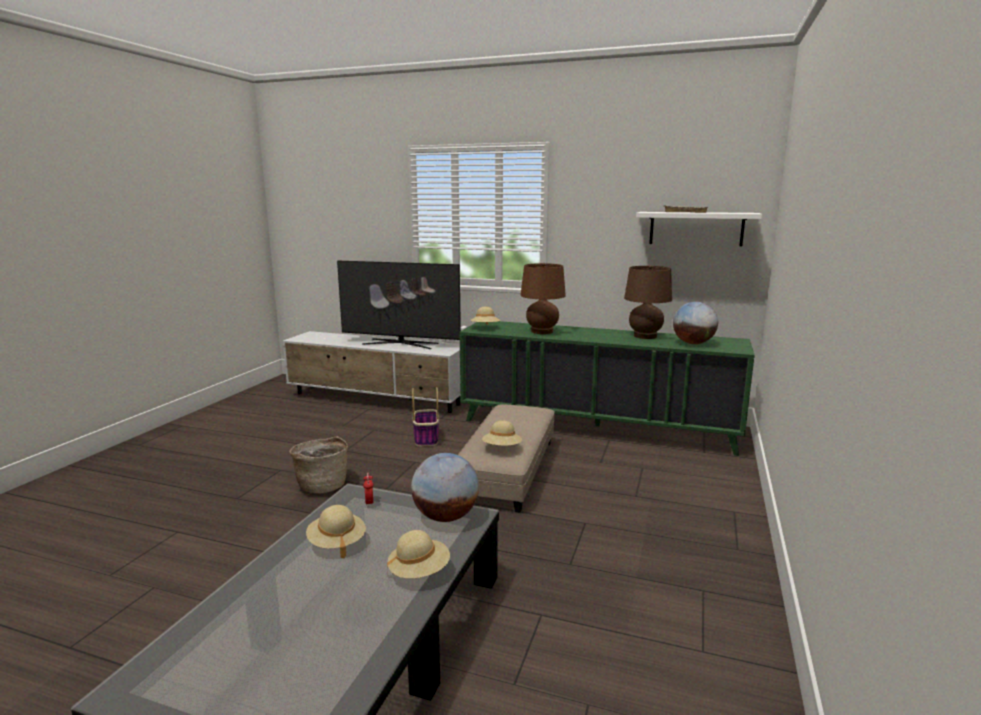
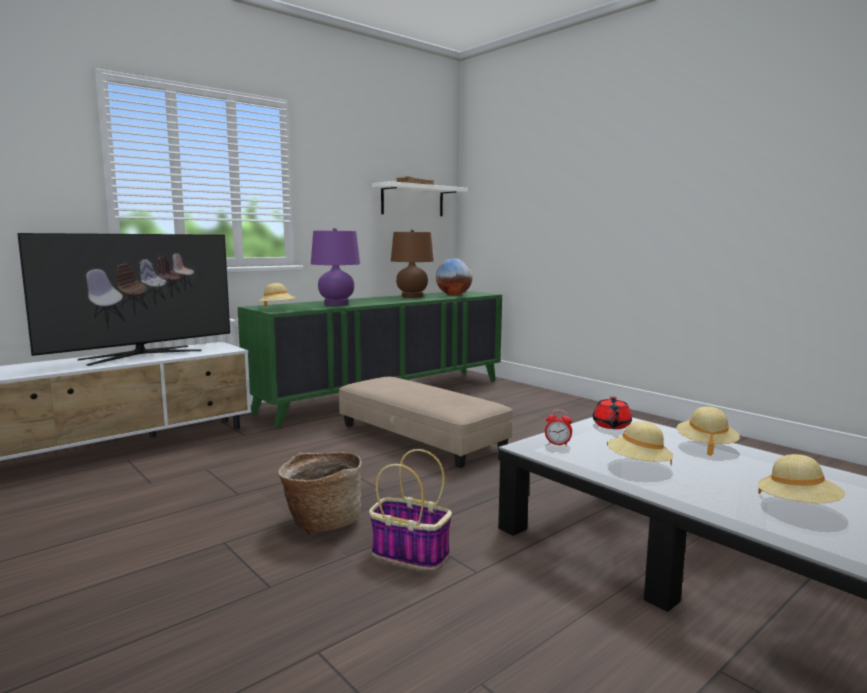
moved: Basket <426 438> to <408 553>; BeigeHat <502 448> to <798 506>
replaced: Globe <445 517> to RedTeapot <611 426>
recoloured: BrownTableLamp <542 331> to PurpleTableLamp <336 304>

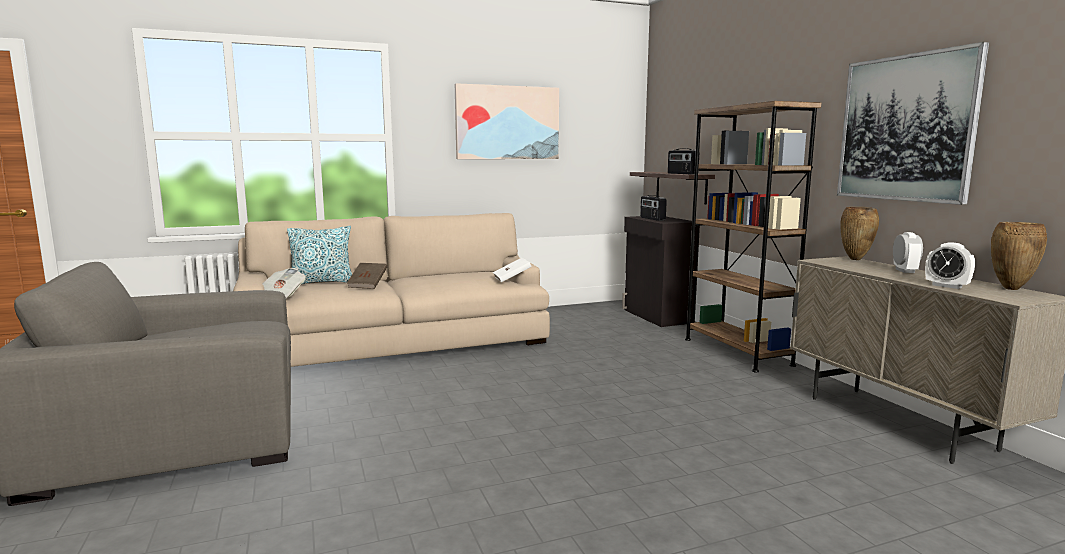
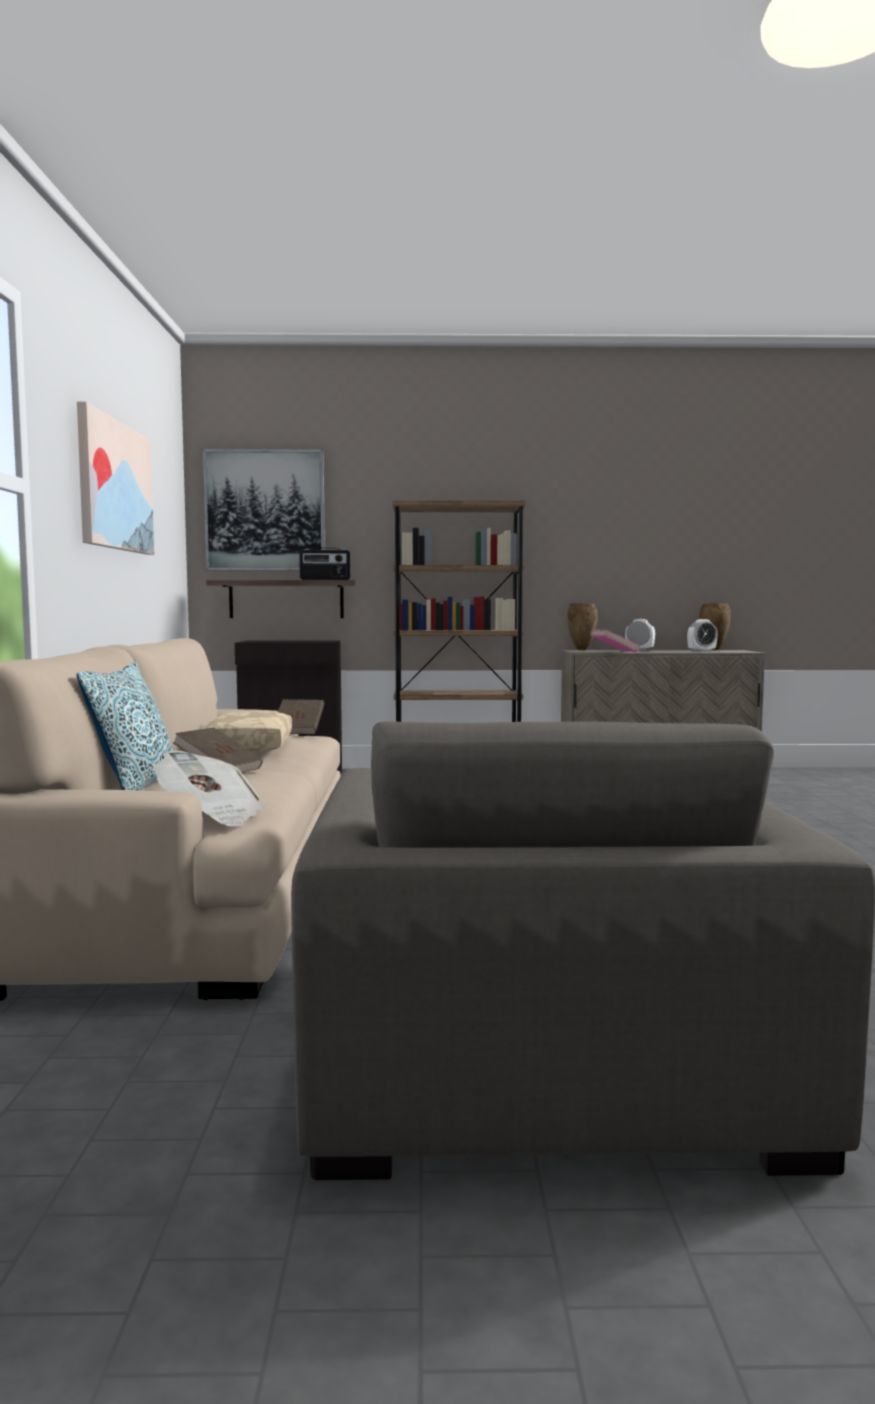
removed: Radio <652 219>
added: PinkBook <614 651>; BeigePillow <247 746>
moved: Picture <905 128> to <264 510>
recoloured: WhiteBook <512 279> to BrownBook <299 731>

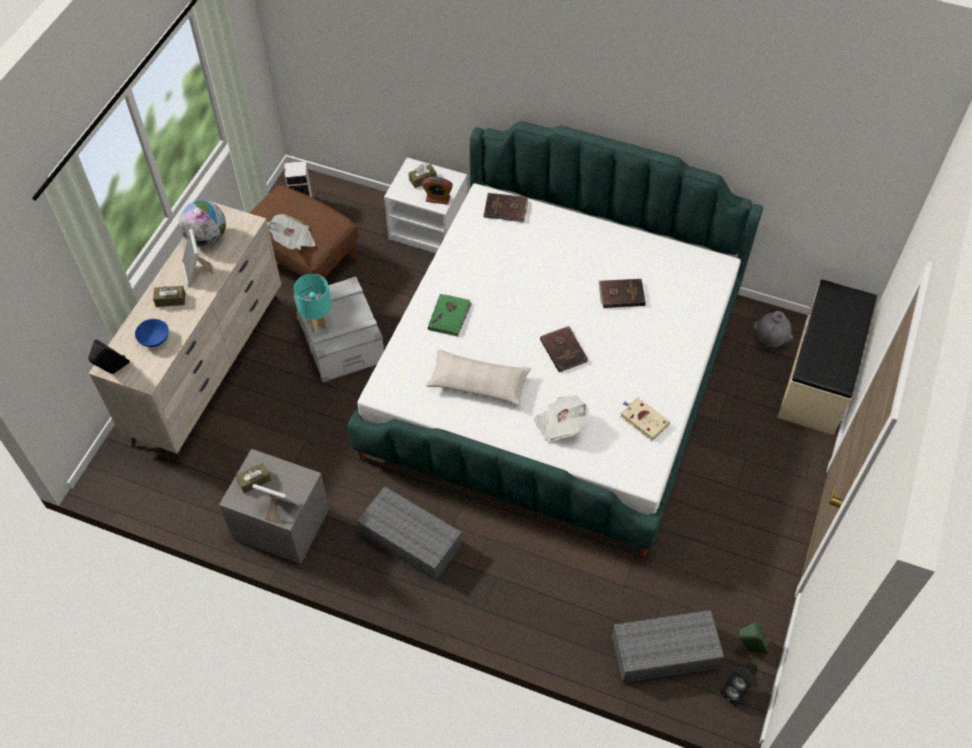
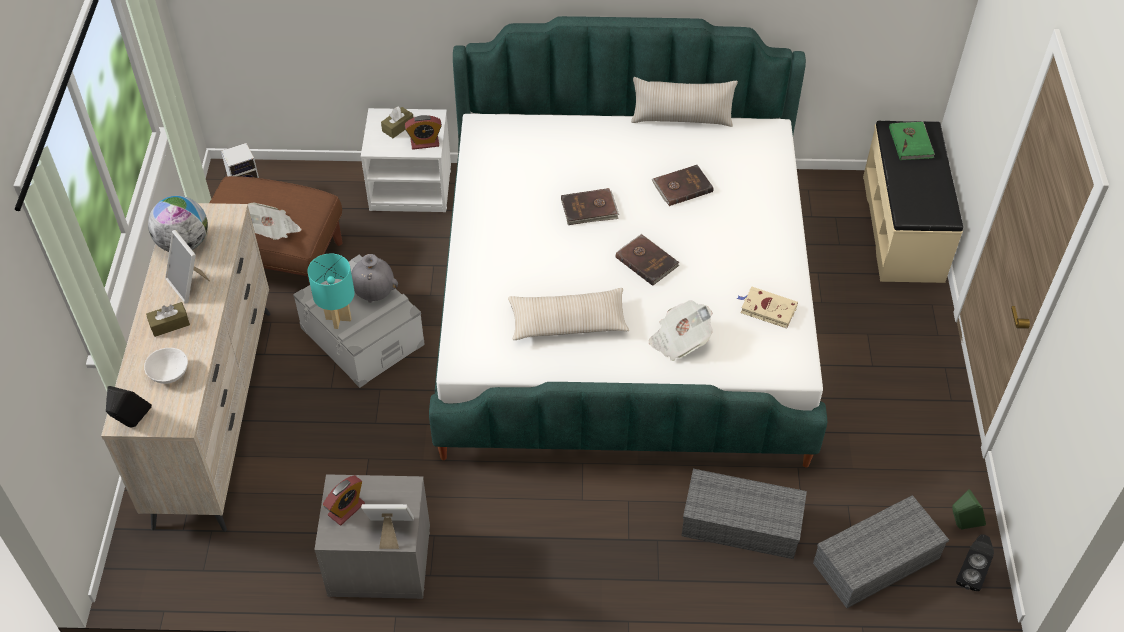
added: BeigePillow <682 119>
moved: BrownBook <505 209> to <589 209>; GreenBook <449 316> to <911 142>; GreyVase <770 340> to <375 294>; GreyStorageBox <408 540> to <739 524>
replaced: BrownTissueBox <254 481> to AlarmClock <346 509>
recoloured: BlueBowl <154 339> to WhiteBowl <169 374>

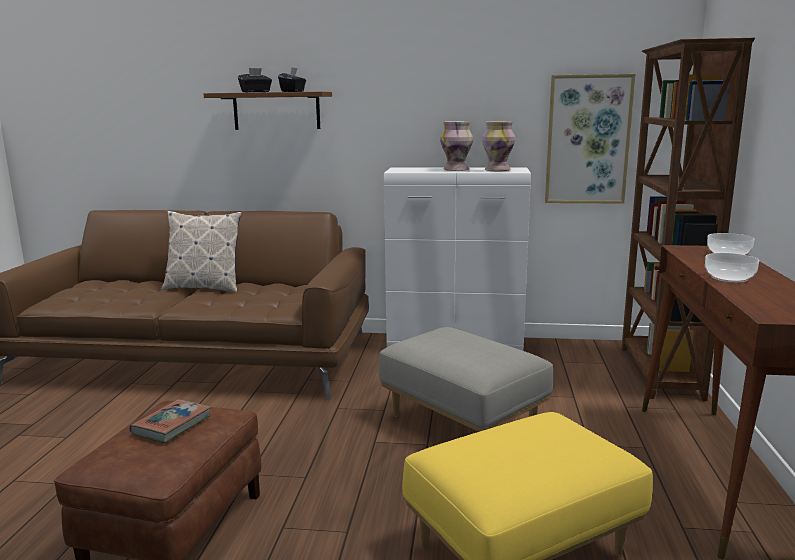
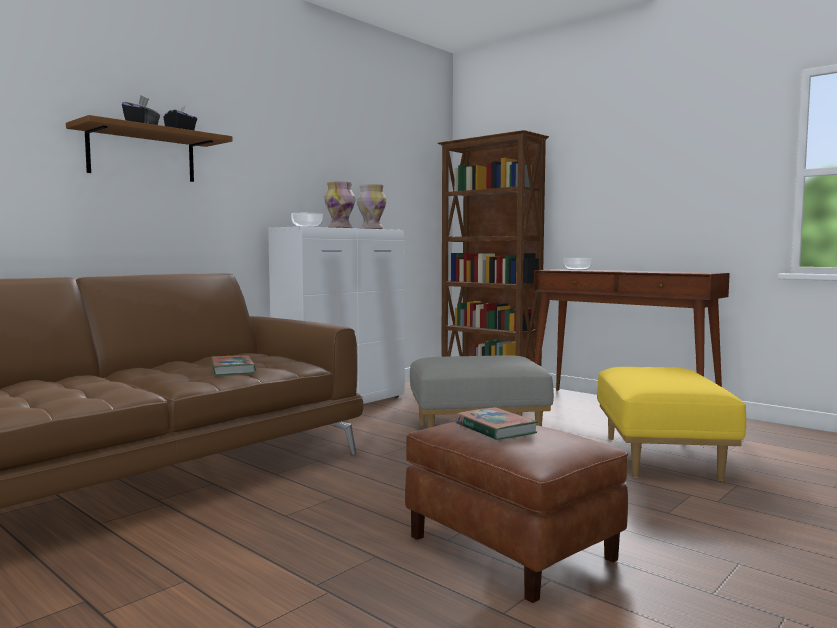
removed: Picture <588 140>; Pillow <204 287>
added: Book <233 369>
moved: Bowl <729 278> to <307 227>

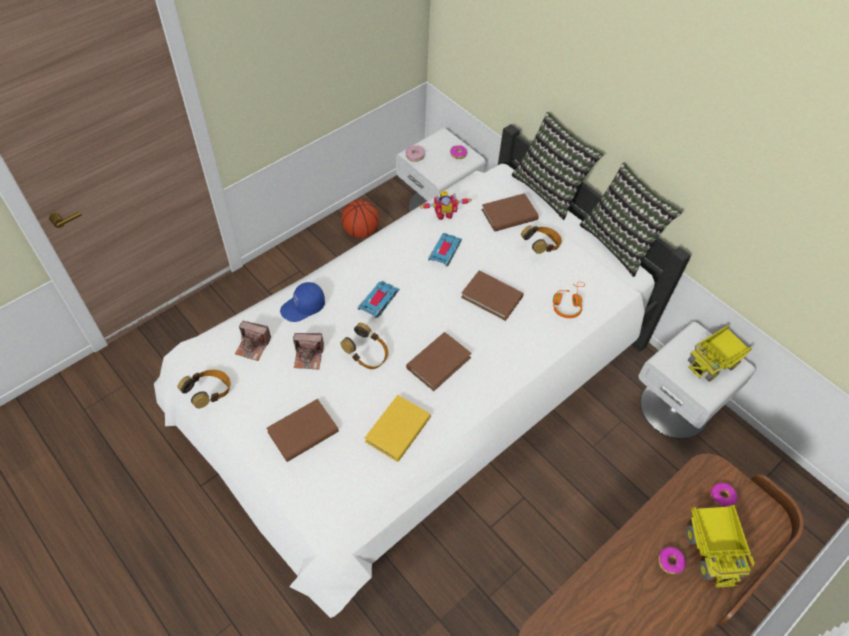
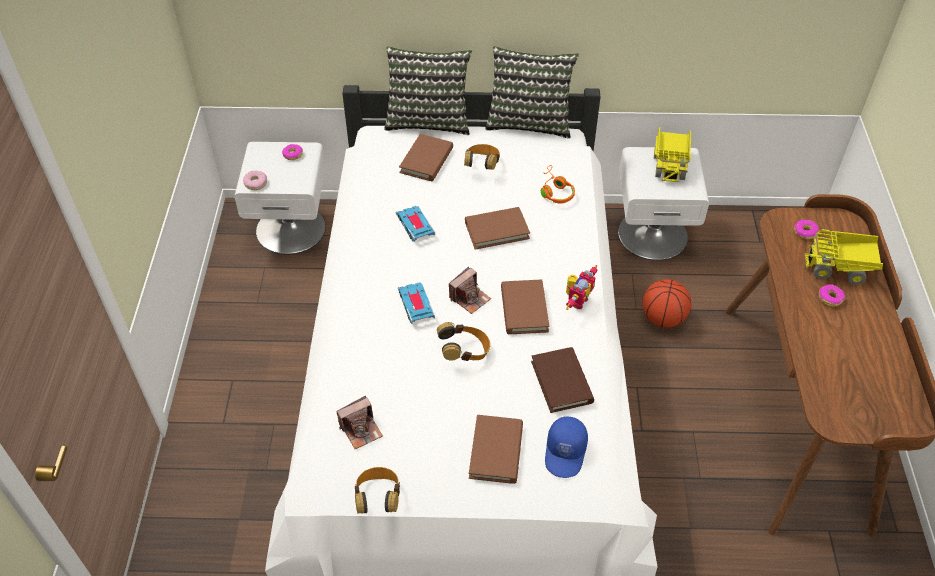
moved: ToyRobot <444 214> to <576 300>; Basketball <360 232> to <663 318>; BlueCap <303 307> to <566 452>; PhotoCamera <308 356> to <469 298>
recoloured: YellowBook <398 430> to BrownBook <561 382>
turned: ToyTruck <712 549> = <840 268> 150 degrees clockwise

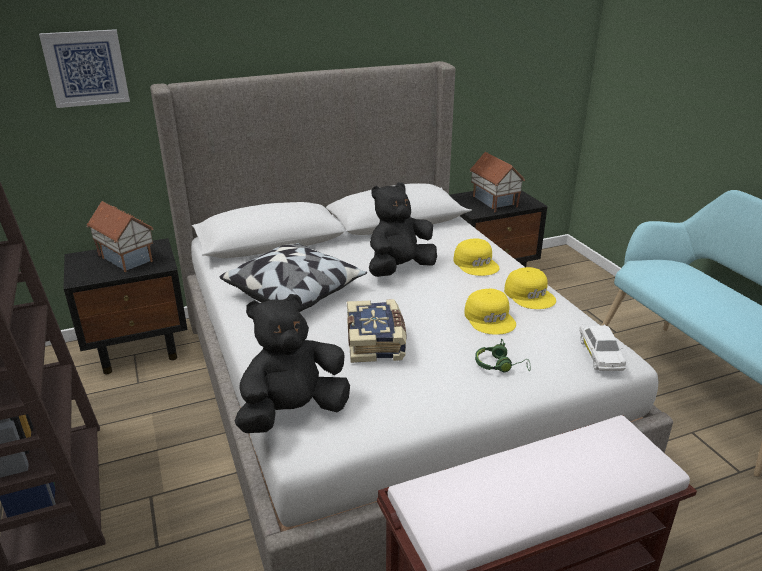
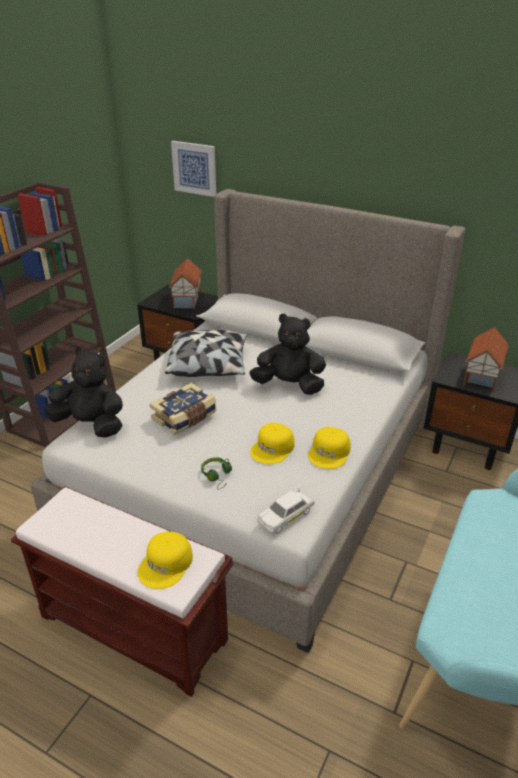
moved: YellowCap <476 264> to <166 564>

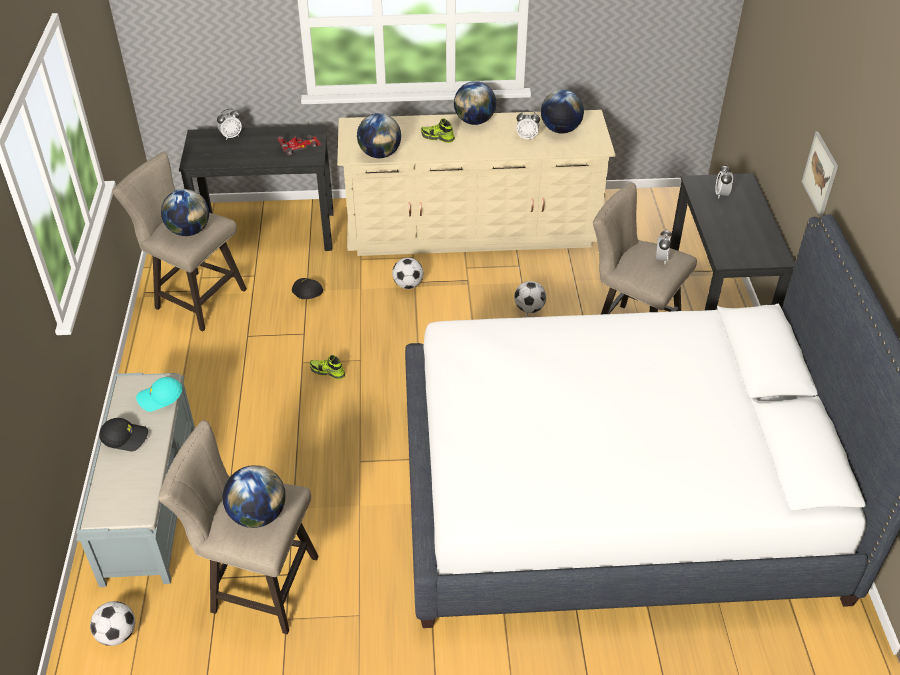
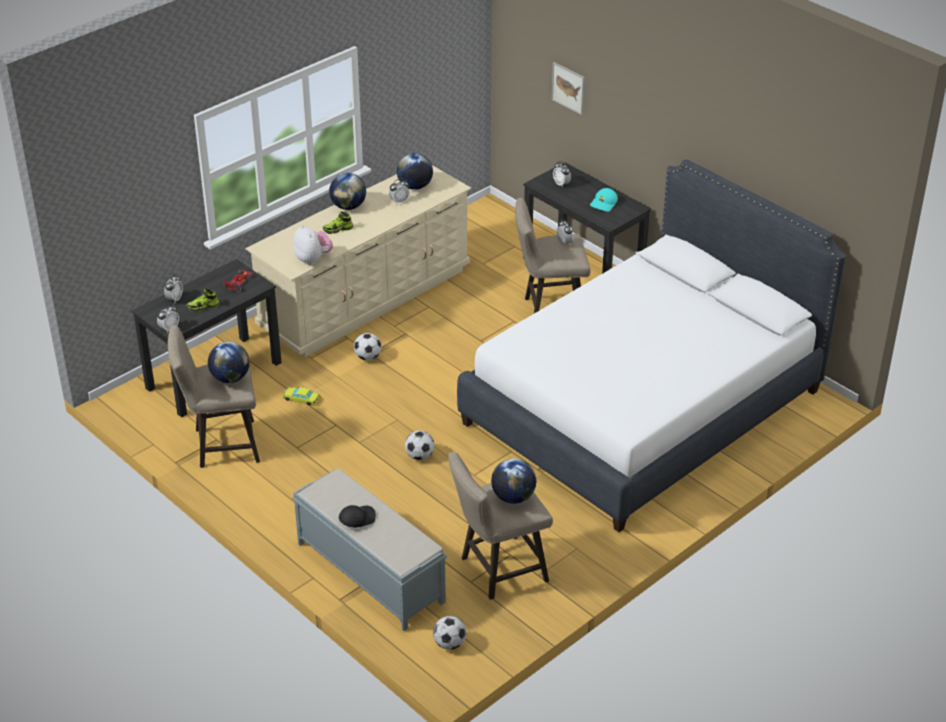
added: AlarmClock <169 329>
moved: Picture <820 174> to <568 88>; Football <529 309> to <420 456>; Shoe <327 372> to <203 307>; TurquoiseCap <160 398> to <604 204>
replaced: Globe <380 154> to PlushToy <313 259>; BlackCap <307 292> to YellowToyCar <301 398>

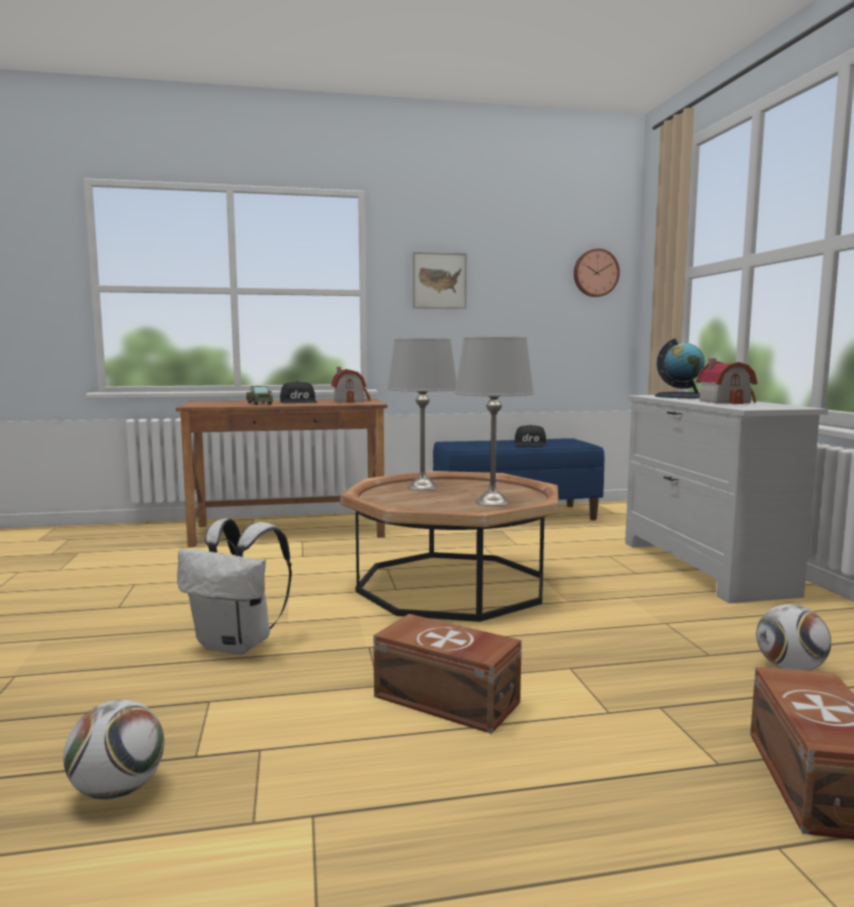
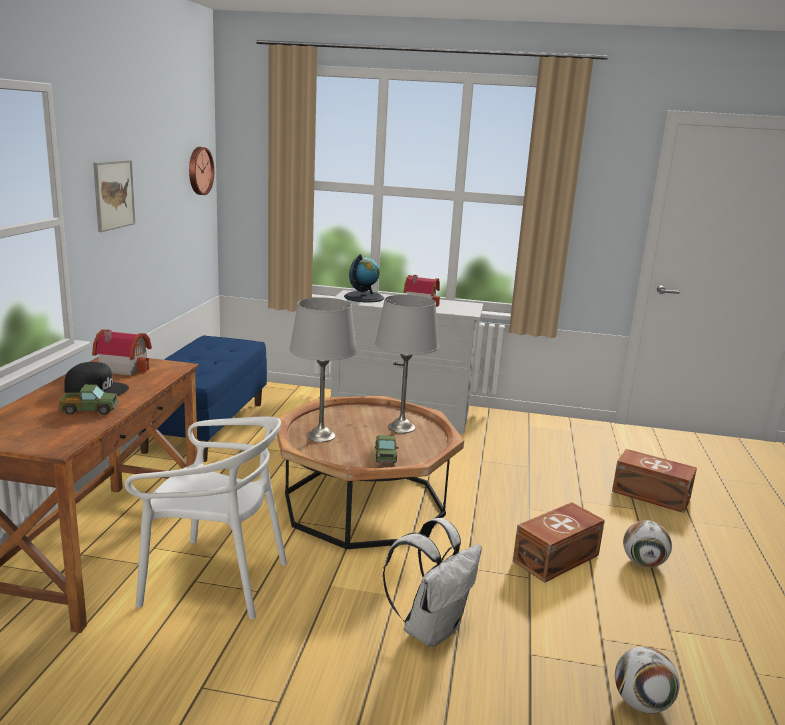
removed: BlackCap <531 443>
added: WhiteChair <215 580>; ToyTruck <385 455>
moved: Football <790 669> to <643 563>

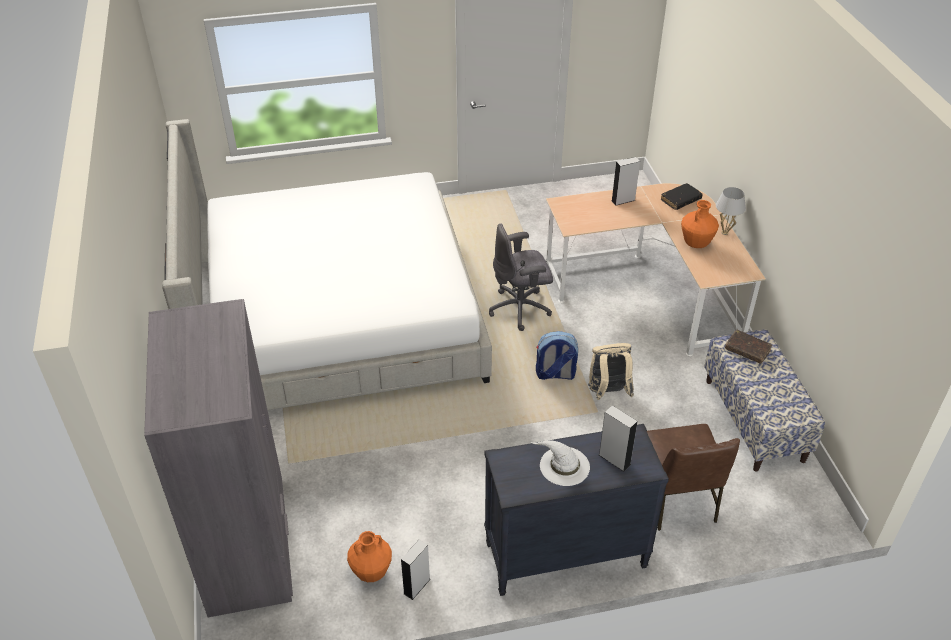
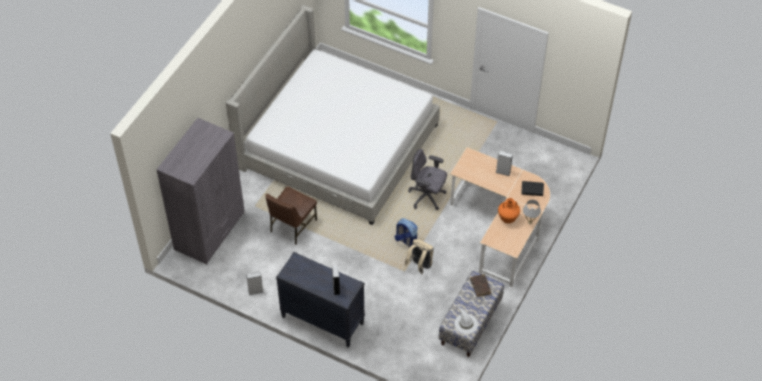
removed: OrangeVase <371 572>
moved: BrownChair <676 498> to <292 226>; WhiteHat <563 466> to <465 323>

